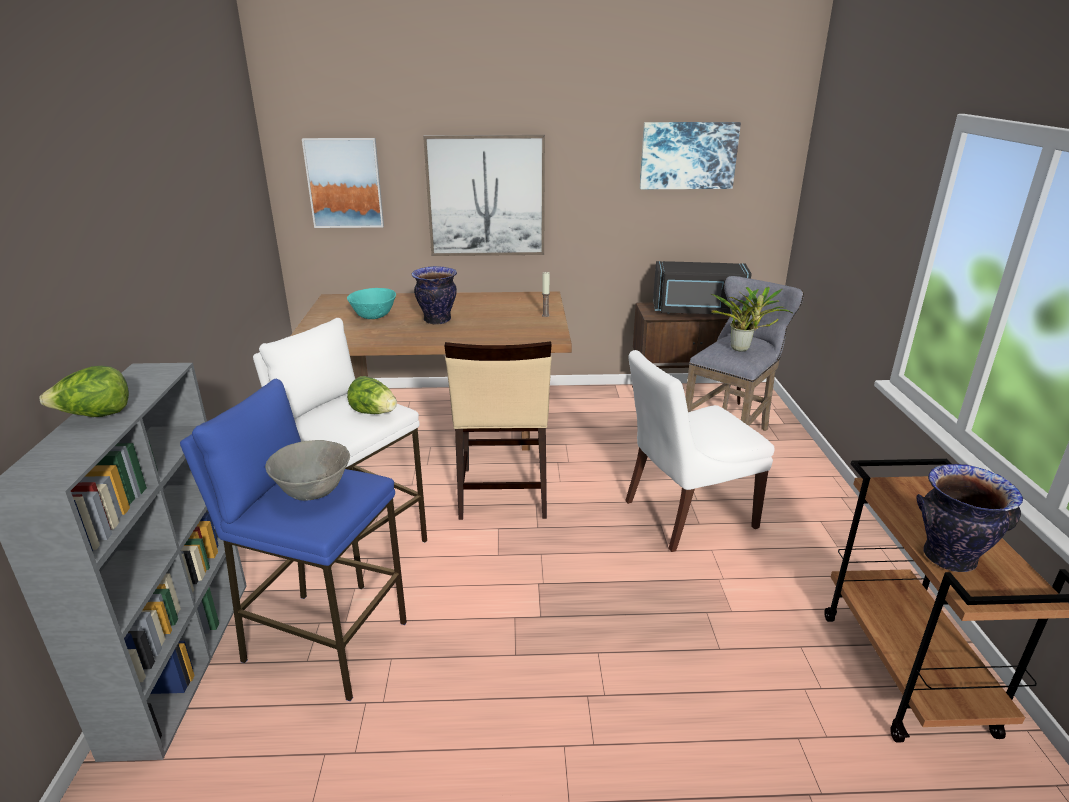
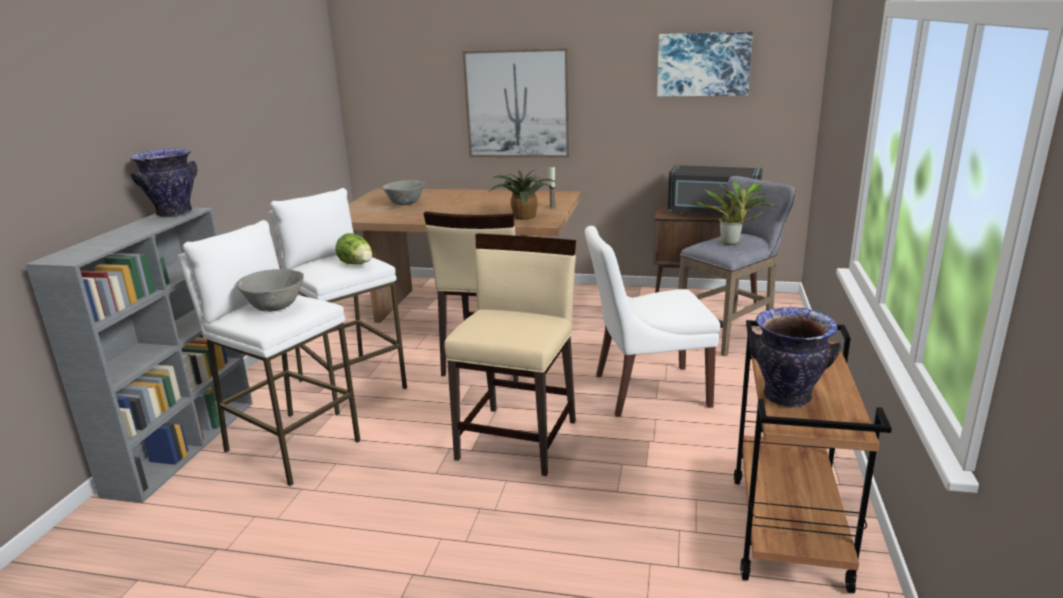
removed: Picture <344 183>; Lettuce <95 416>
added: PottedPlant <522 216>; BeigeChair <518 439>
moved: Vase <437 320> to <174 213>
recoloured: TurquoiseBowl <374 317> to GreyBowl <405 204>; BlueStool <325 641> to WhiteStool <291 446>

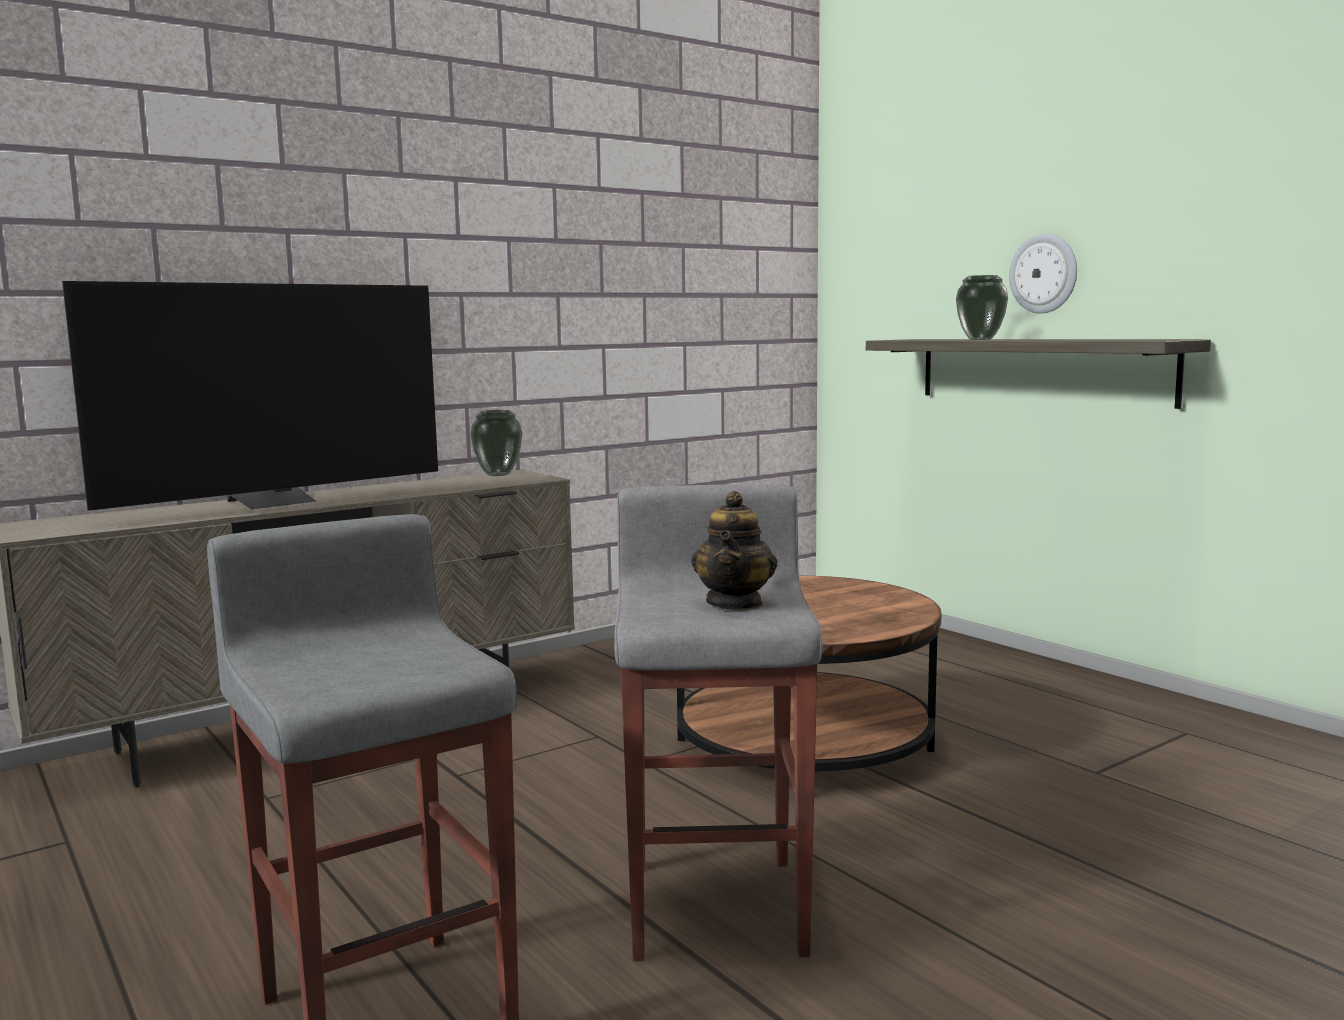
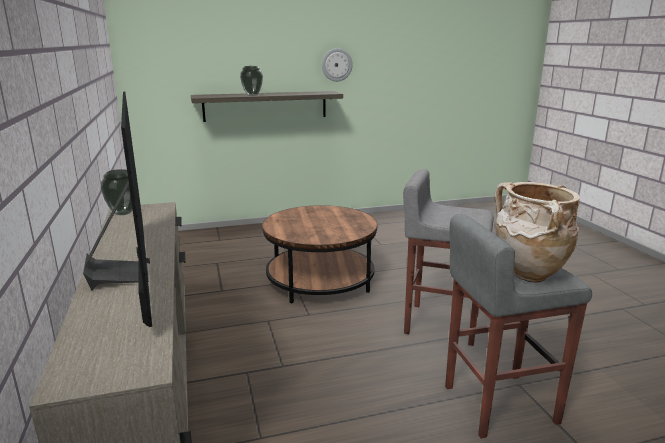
removed: Teapot <735 603>
added: BeigeVase <528 275>
moved: WallClock <1044 273> to <336 65>

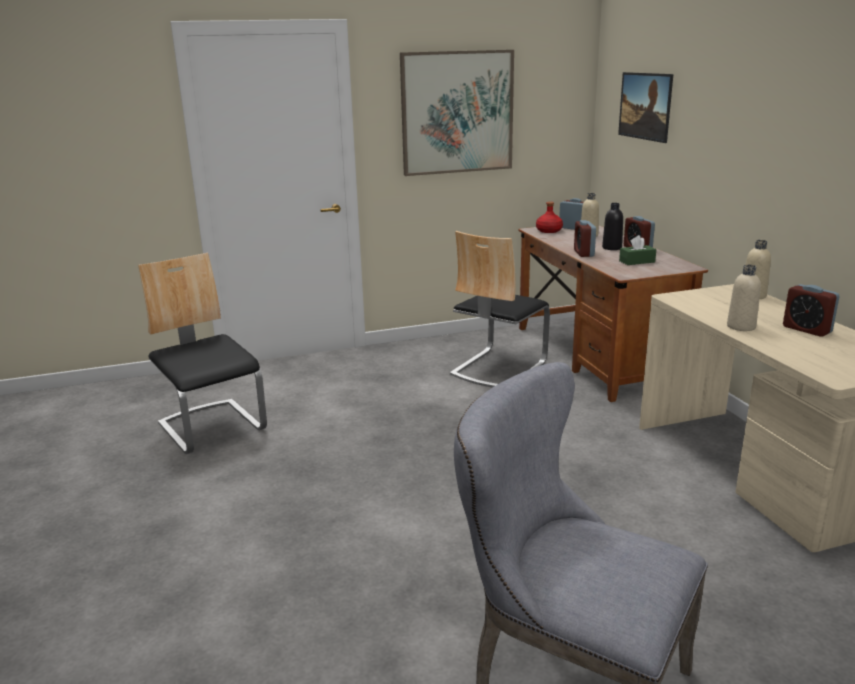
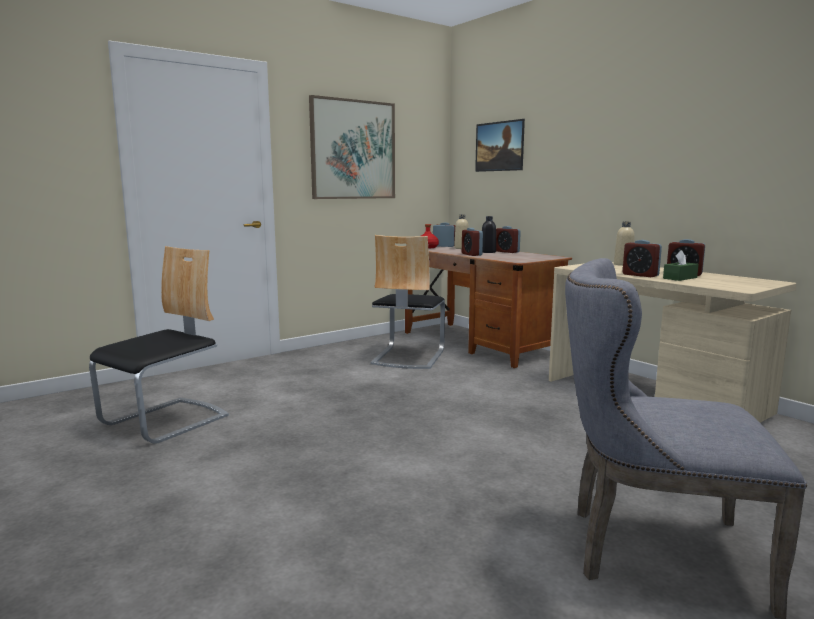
moved: GreenTissueBox <637 261> to <680 278>
replaced: BeigeBottle <741 327> to AlarmClock <640 275>
turned: Chair <212 427> = <166 421> 90 degrees clockwise

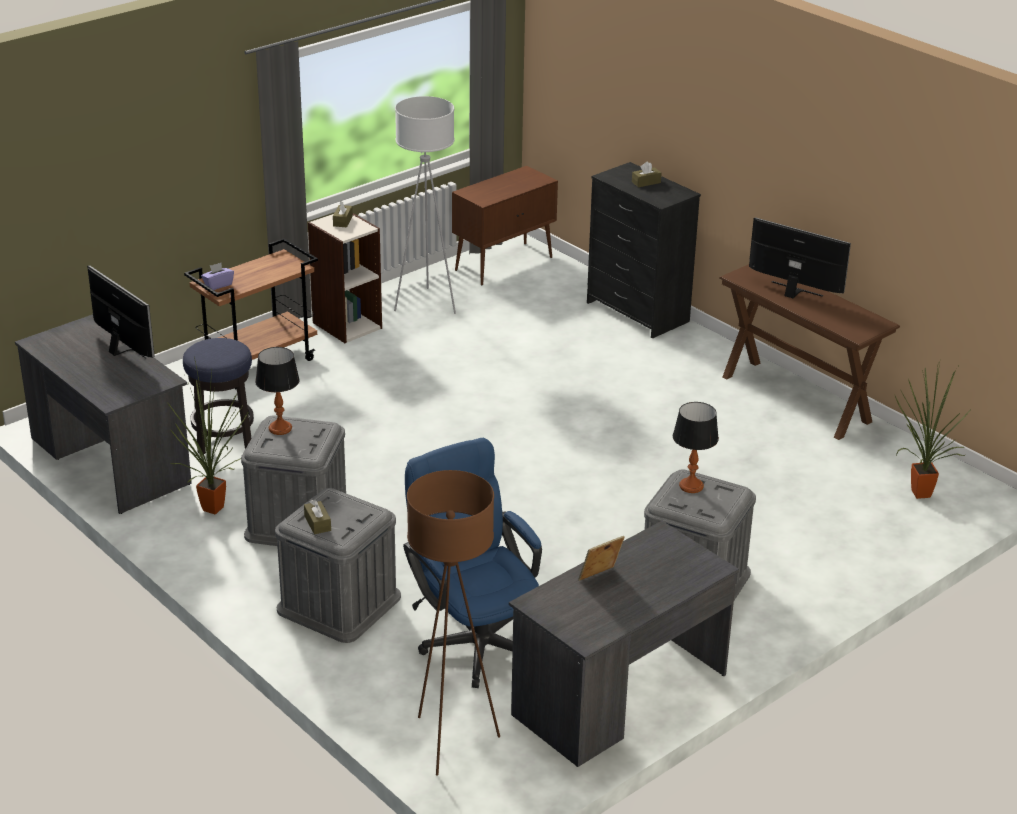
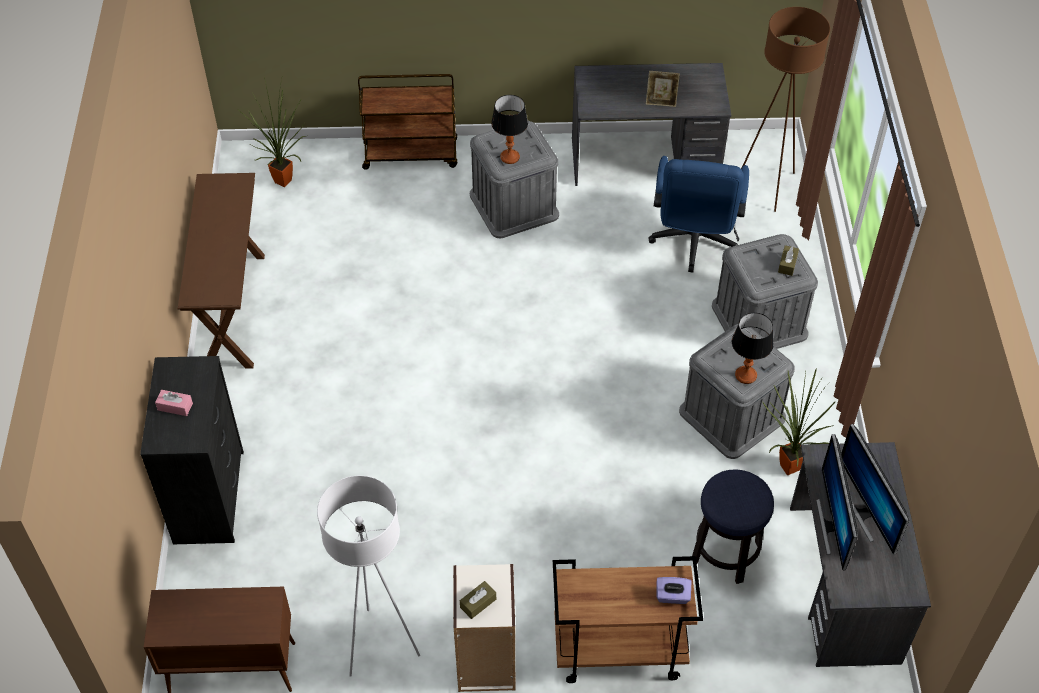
added: BrownCart <411 154>
moved: Monitor <793 292> to <866 513>
recoloured: BrownTissueBox <646 182> to PinkTissueBox <175 406>

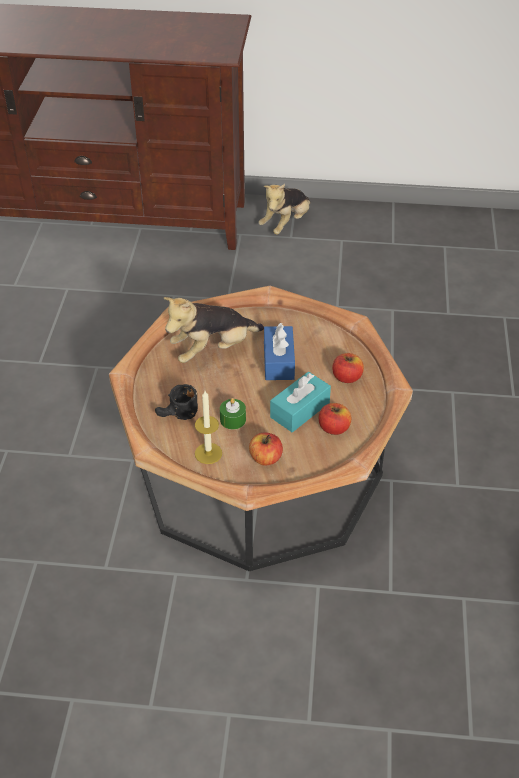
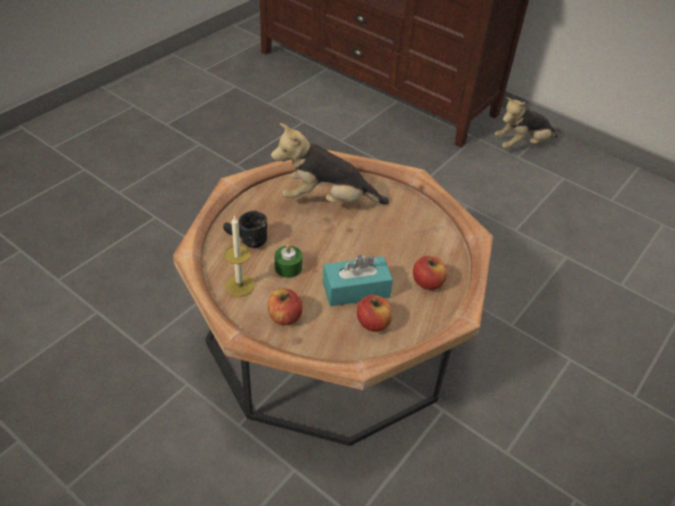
removed: BlueTissueBox <278 361>

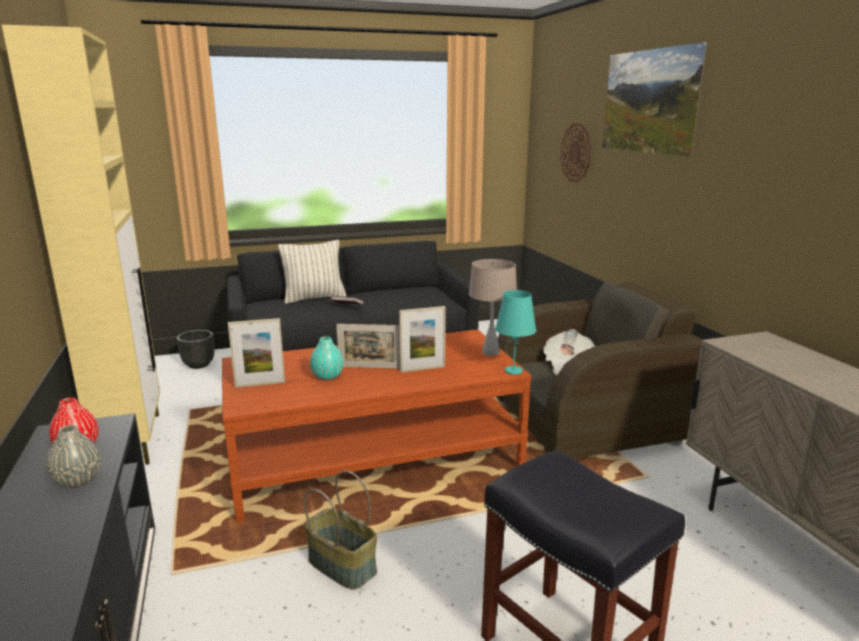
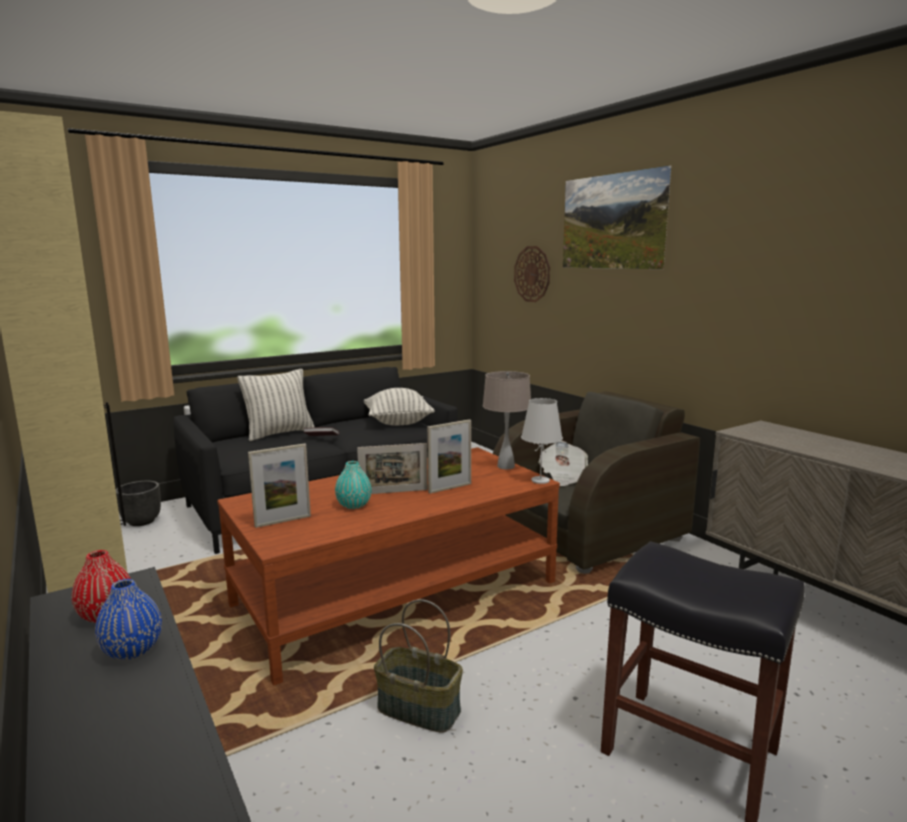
added: Pillow <398 422>
recoloured: TurquoiseTableLamp <513 370> to WhiteTableLamp <540 480>; GreyVase <78 480> to BlueVase <132 650>

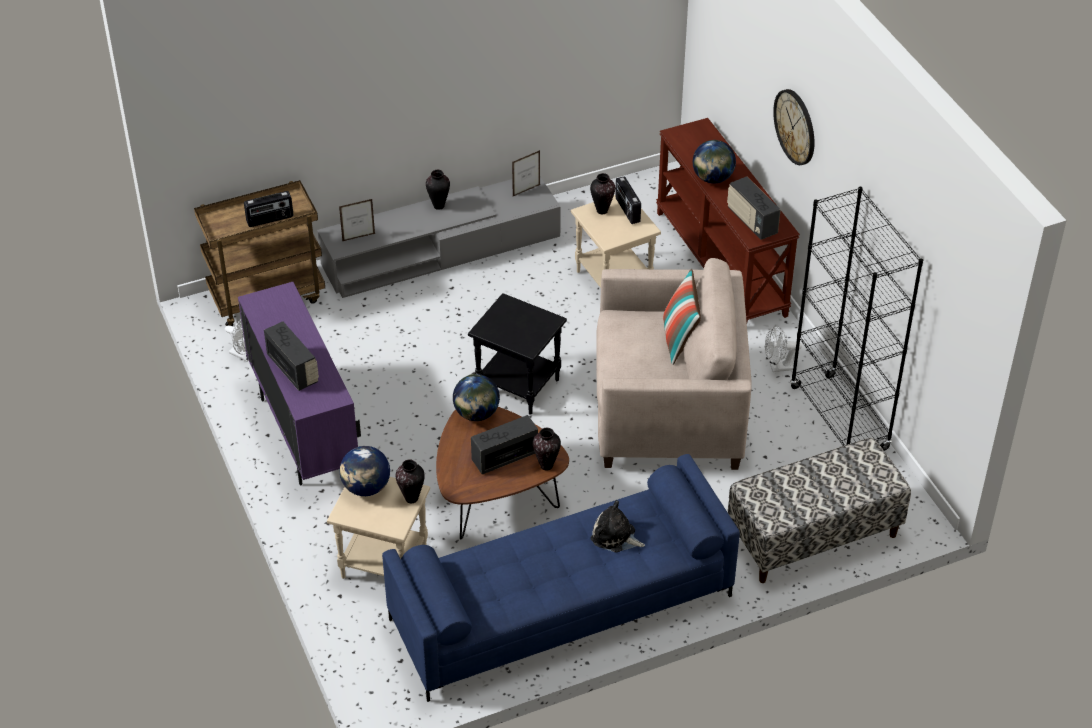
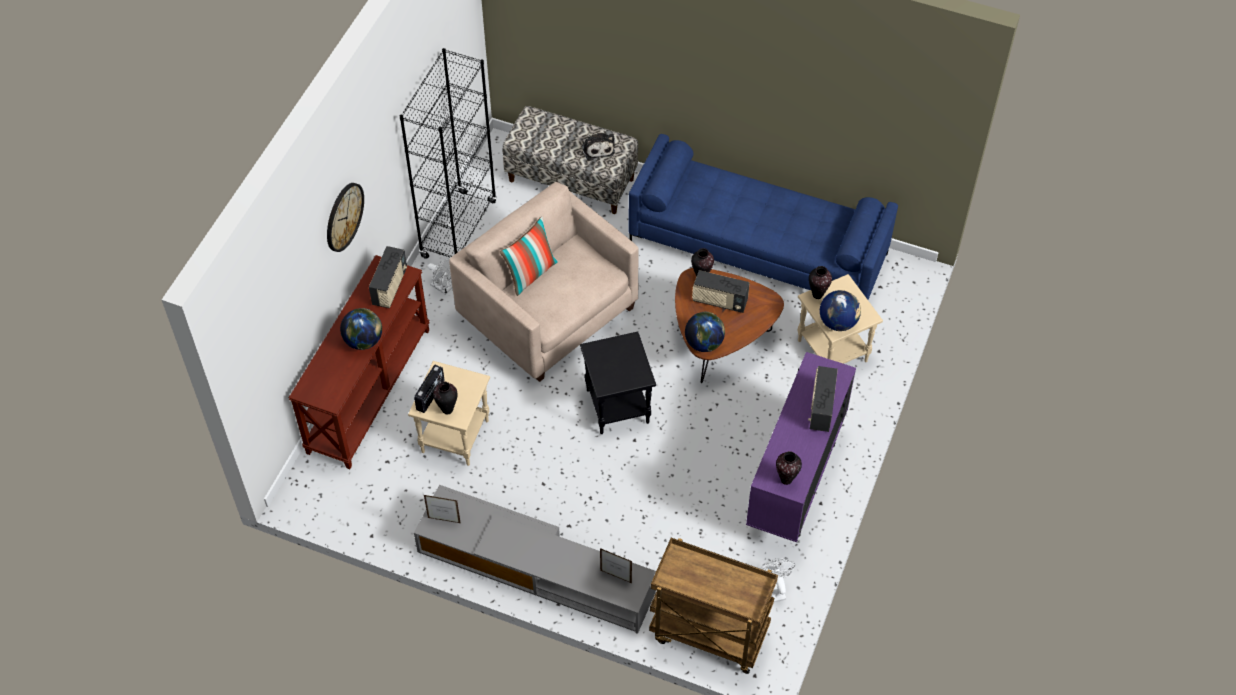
removed: Radio <270 219>
moved: Vase <438 206> to <786 480>; PlushToy <615 537> to <597 148>

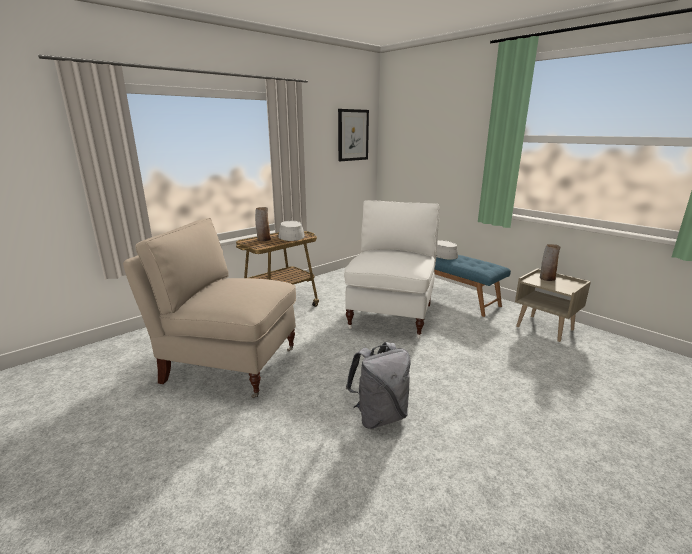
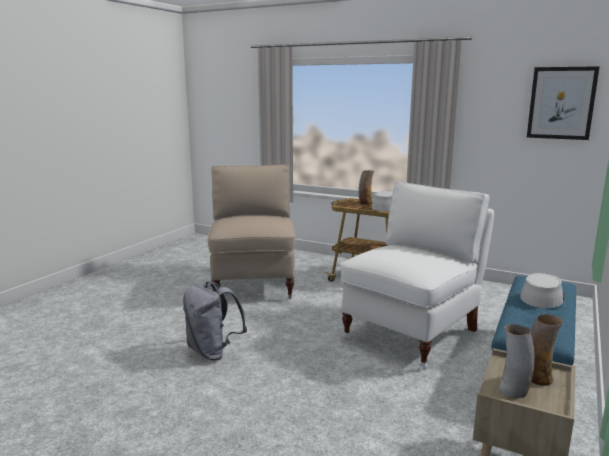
added: Vase <513 390>
turned: WhiteChair <391 315> = <412 333> 45 degrees counterclockwise

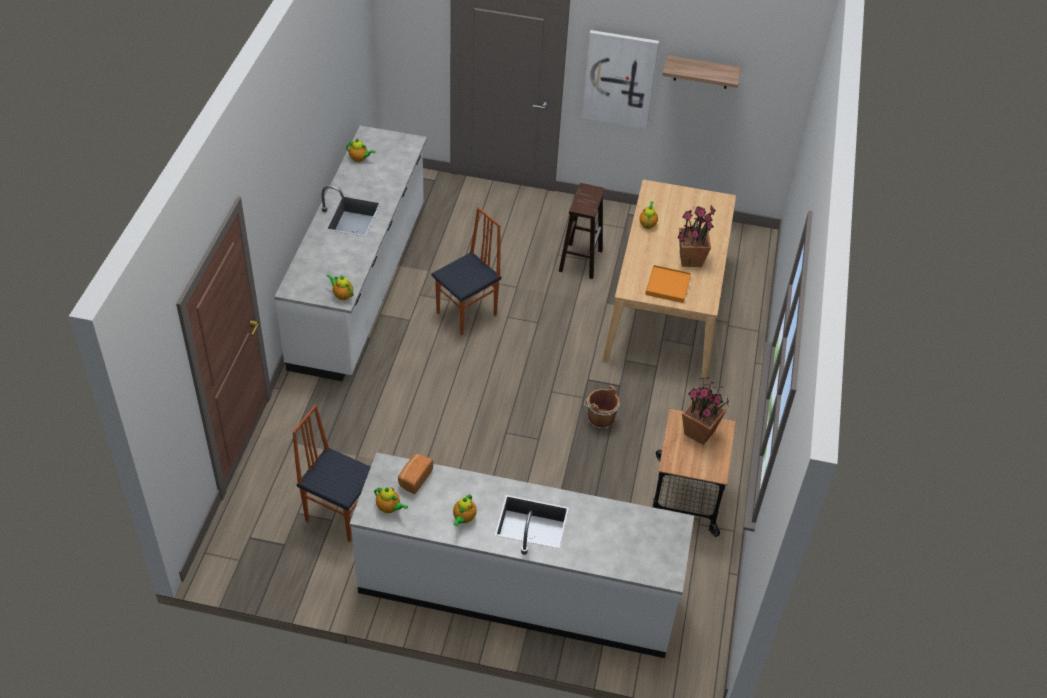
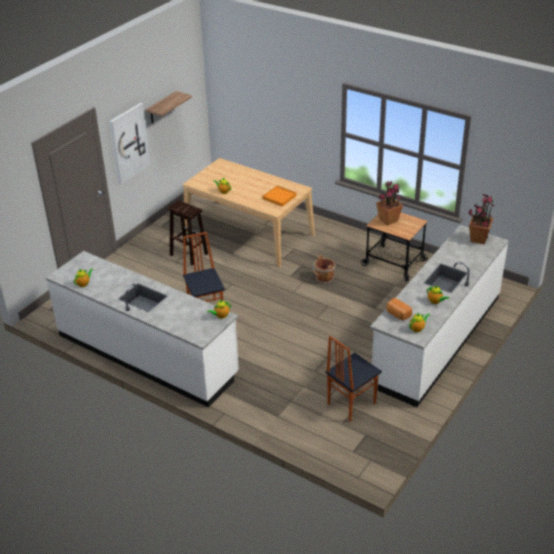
moved: PottedPlant <690 259> to <478 239>

